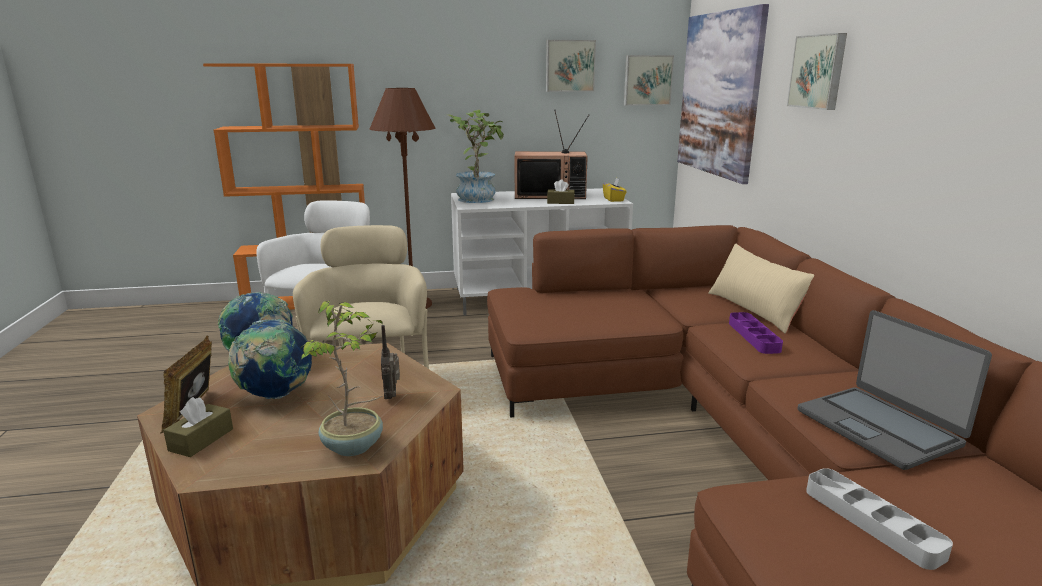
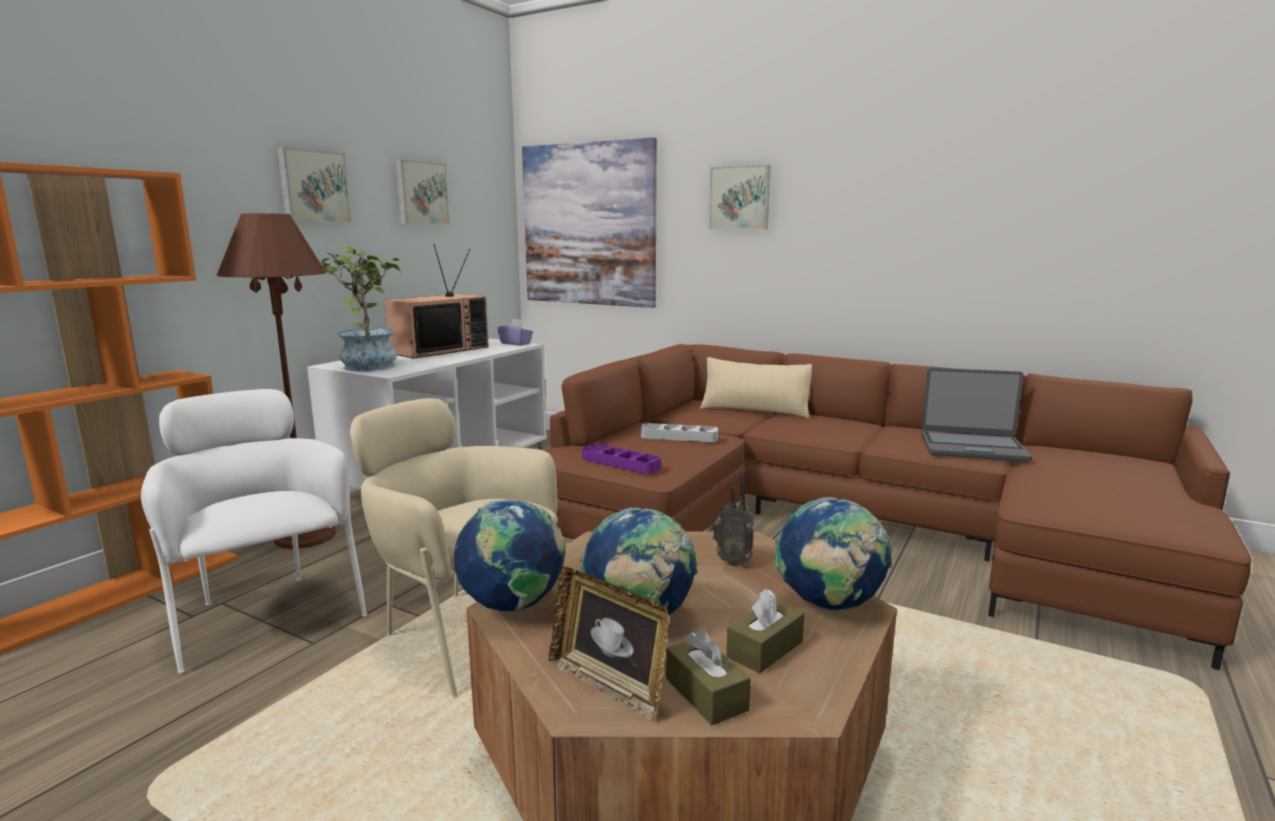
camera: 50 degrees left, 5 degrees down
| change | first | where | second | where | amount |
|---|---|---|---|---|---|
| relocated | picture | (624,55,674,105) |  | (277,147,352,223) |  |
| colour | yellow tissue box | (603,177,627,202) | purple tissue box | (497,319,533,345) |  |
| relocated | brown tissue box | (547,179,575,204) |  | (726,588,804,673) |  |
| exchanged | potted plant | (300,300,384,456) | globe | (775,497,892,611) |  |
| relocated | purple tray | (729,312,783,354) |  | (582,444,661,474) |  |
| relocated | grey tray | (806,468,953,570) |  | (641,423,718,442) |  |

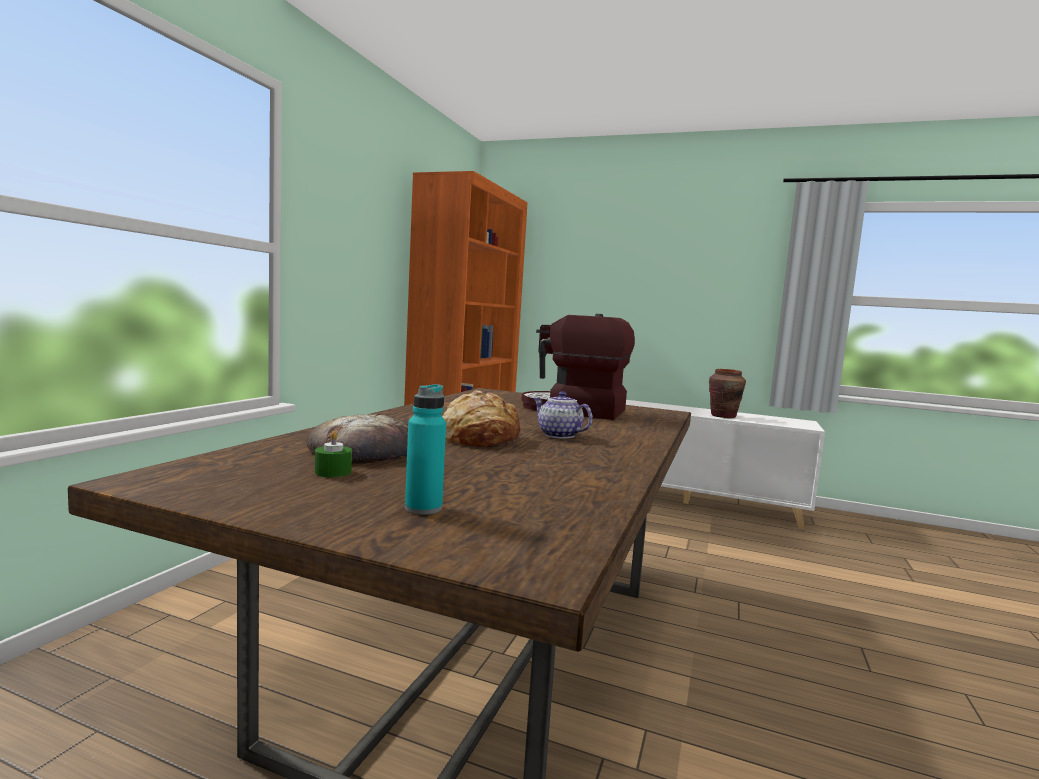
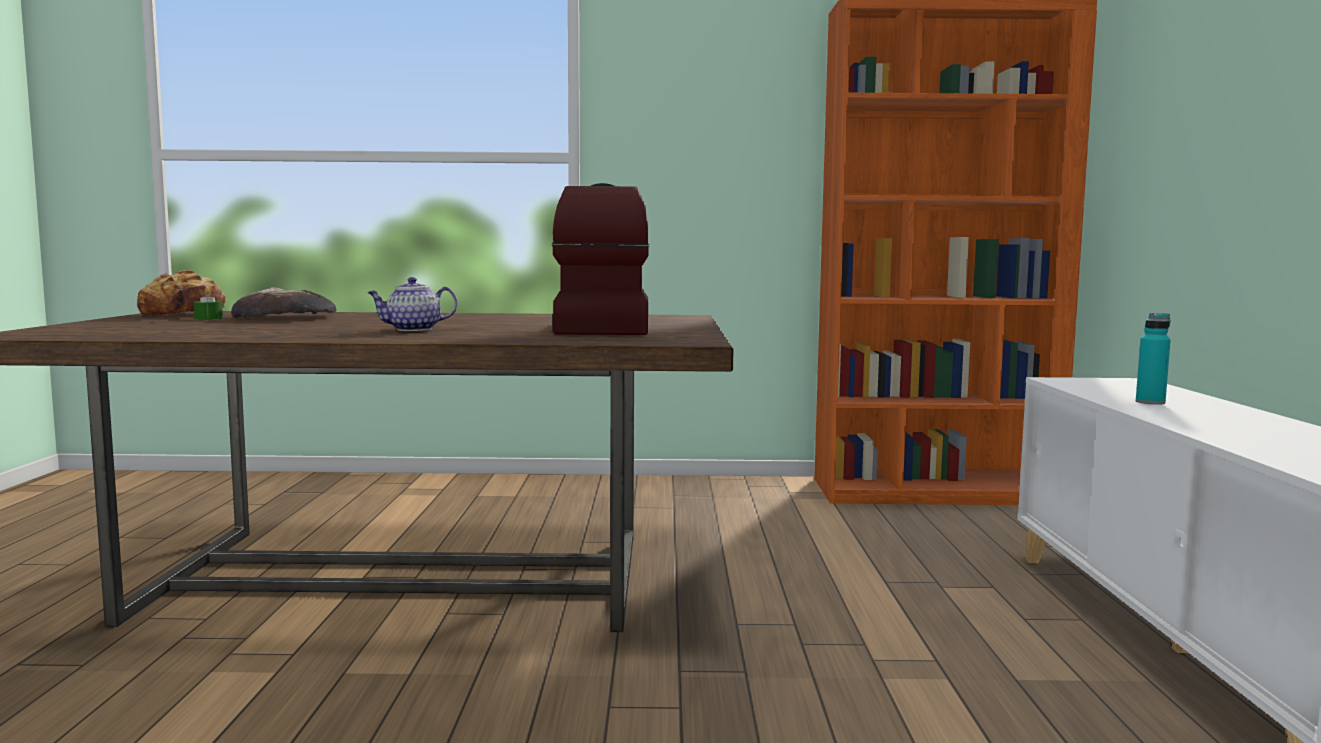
camera: 70 degrees right, 0 degrees up
| change | first | where | second | where | amount |
|---|---|---|---|---|---|
| missing | brown vase | (709,369,746,418) |  |  |  |
| relocated | turquoise bottle | (405,384,446,514) |  | (1136,313,1171,405) |  |
| relocated | bread | (442,390,520,447) |  | (137,270,225,317) |  |
| spun | teapot | (533,391,593,438) |  | (367,277,458,331) | 135 degrees counterclockwise |

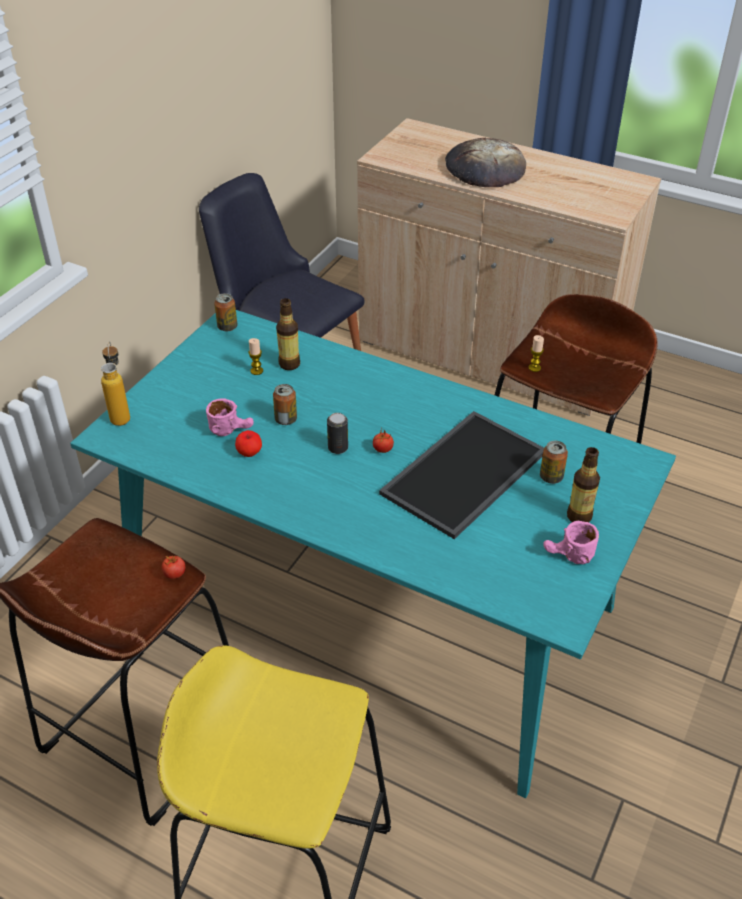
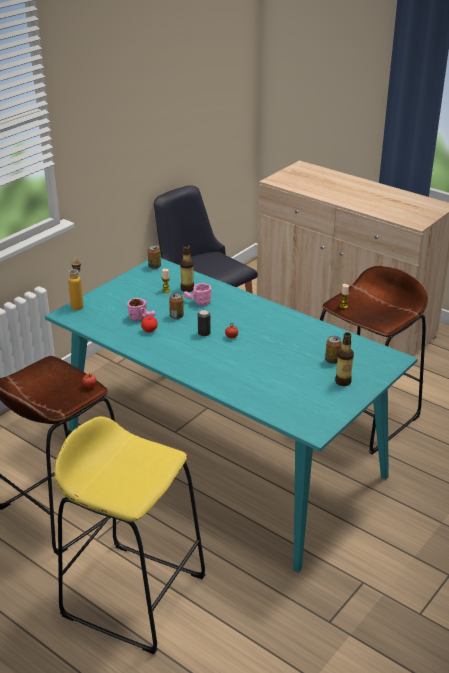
camera: 10 degrees right, 10 degrees down
| change | first | where | second | where | amount |
|---|---|---|---|---|---|
| missing | bread | (445,138,526,187) |  |  |  |
| missing | tray | (379,411,544,539) |  |  |  |
| relocated | pink mug | (543,521,599,564) |  | (184,283,211,306) |  |

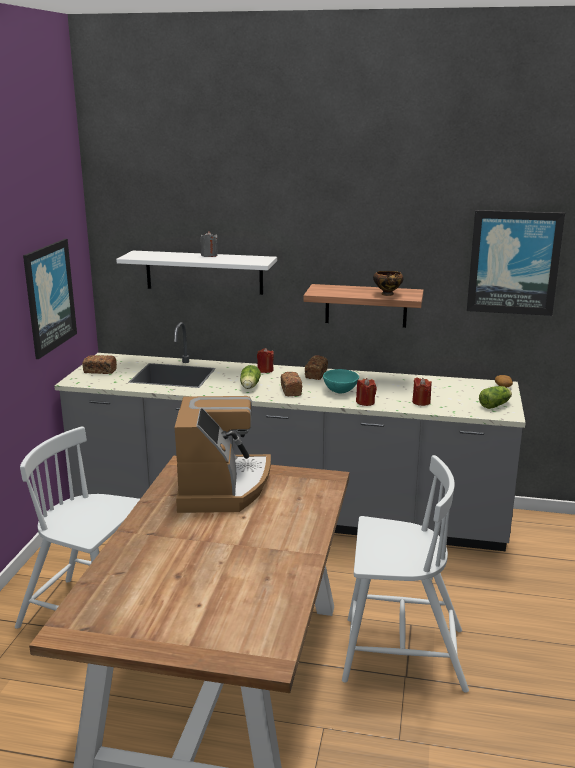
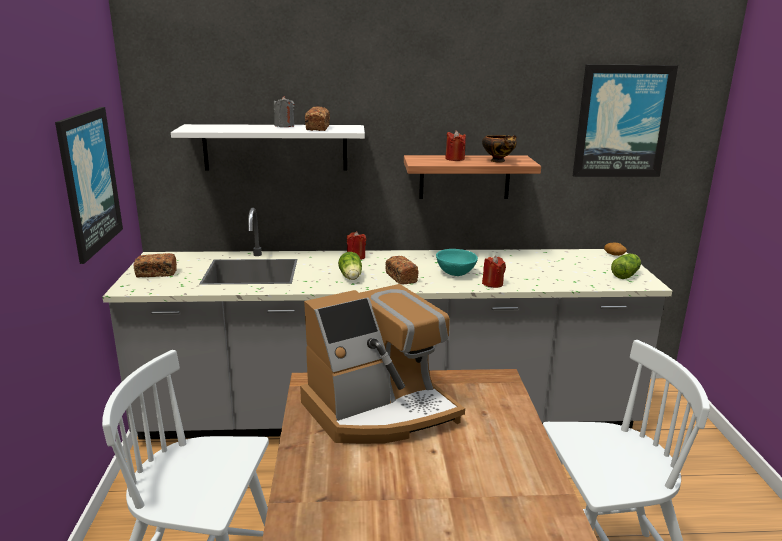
camera: 15 degrees left, 0 degrees up
| change | first | where | second | where | amount |
|---|---|---|---|---|---|
| relocated | bread | (305,355,328,380) |  | (305,106,330,131) |  |
| relocated | red candle | (412,377,432,406) |  | (445,130,466,161) |  |
| spun | coffee machine | (174,396,271,513) |  | (300,284,465,444) | 75 degrees clockwise |

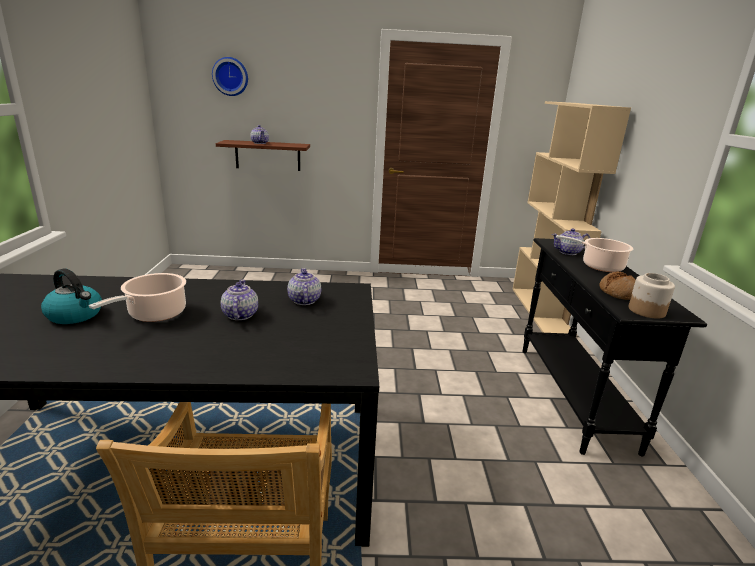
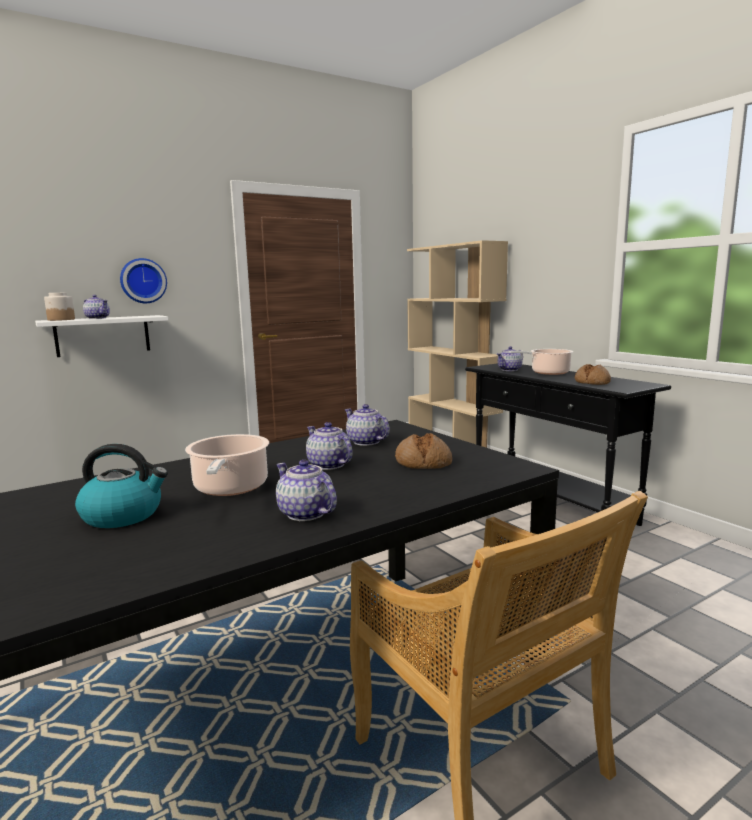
camera: 30 degrees left, 10 degrees down
| change | first | where | second | where | amount |
|---|---|---|---|---|---|
| relocated | wall clock | (212,57,248,96) |  | (120,258,167,303) |  |
| colour | brown shelf | (216,140,310,171) | white shelf | (35,315,168,357) |  |
| relocated | jar | (628,273,675,318) |  | (44,293,75,321) |  |
| appeared |  |  | bread | (395,433,452,469) |  |
| appeared |  |  | teapot | (276,460,337,521) |  |

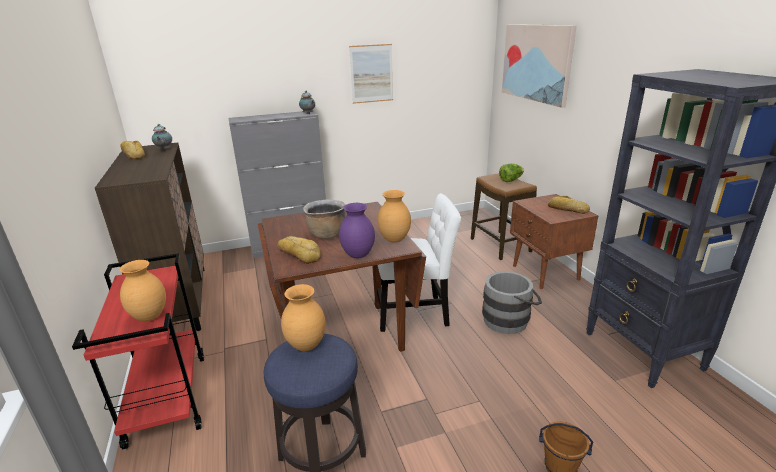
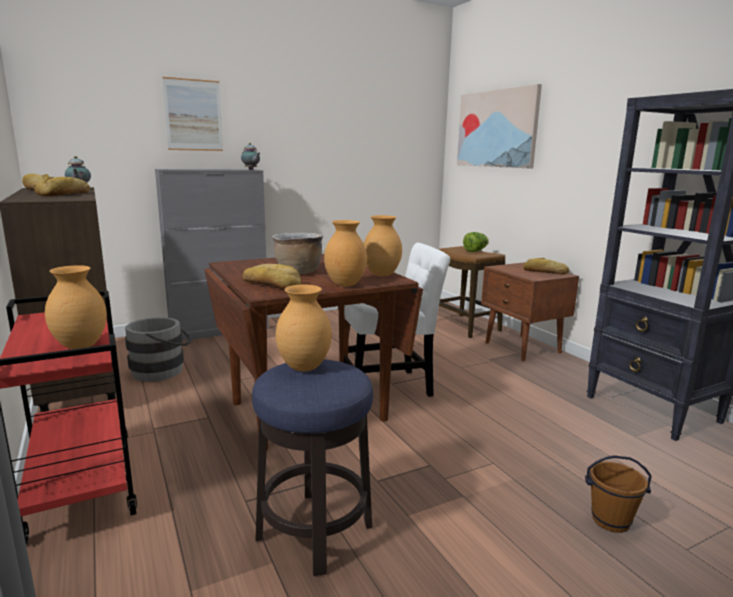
camera: 10 degrees left, 10 degrees down
| change | first | where | second | where | amount |
|---|---|---|---|---|---|
| relocated | picture | (349,44,393,104) |  | (162,77,223,151) |  |
| colour | purple vase | (339,203,375,258) | brown vase | (324,220,367,286) |  |
| relocated | grey bucket | (482,271,542,334) |  | (125,317,192,382) |  |
| appeared |  |  | bread | (35,177,90,197) |  |

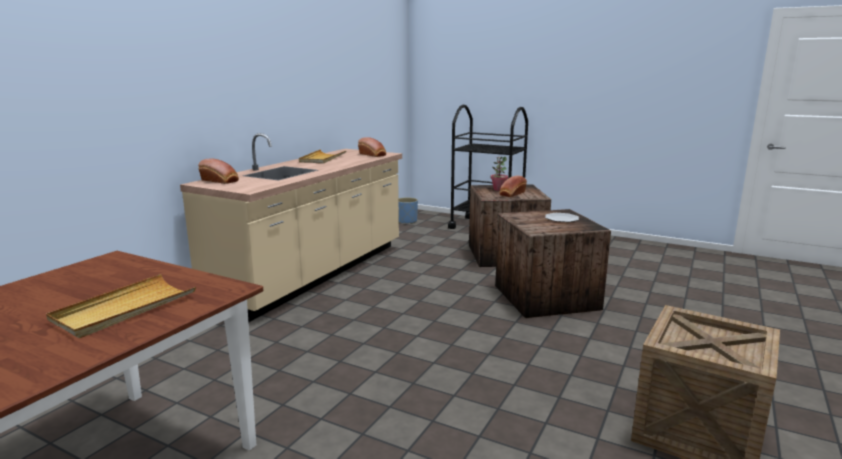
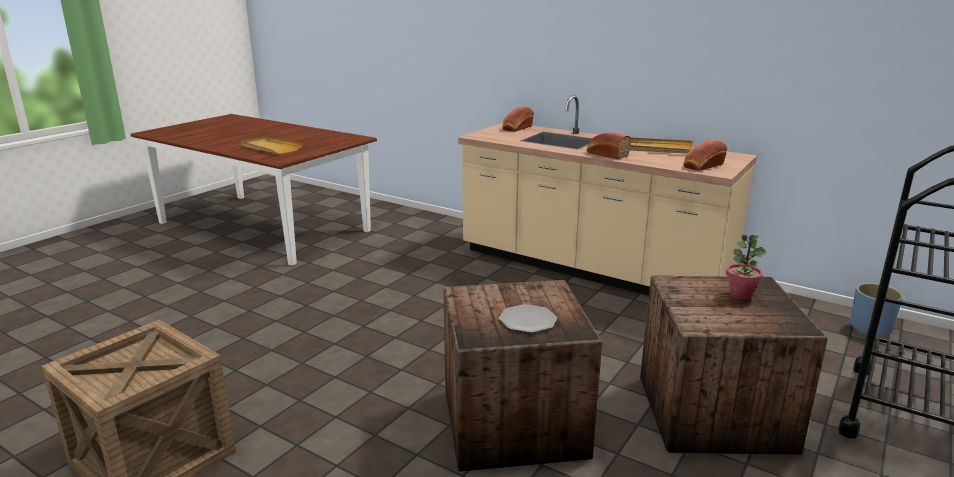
camera: 95 degrees right, 5 degrees up
| change | first | where | second | where | amount |
|---|---|---|---|---|---|
| relocated | bread | (500,176,527,197) |  | (587,132,631,159) |  |

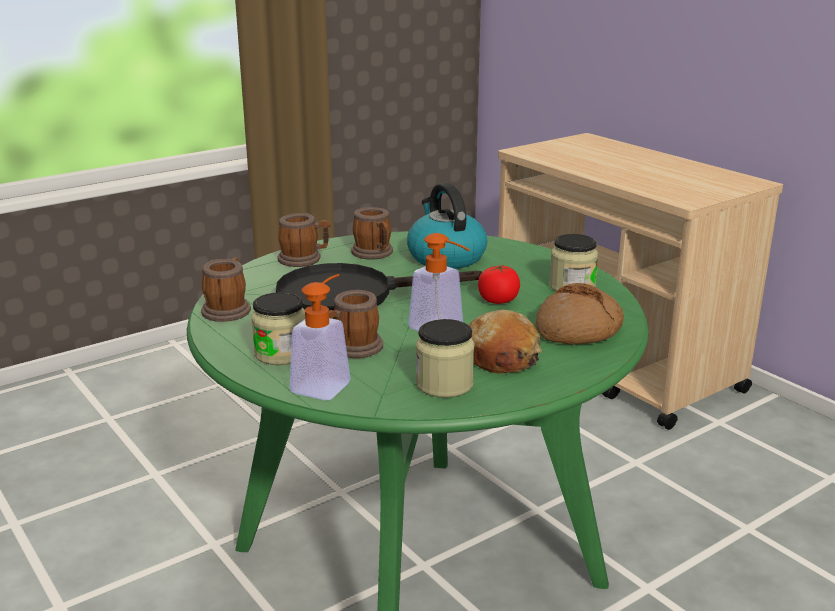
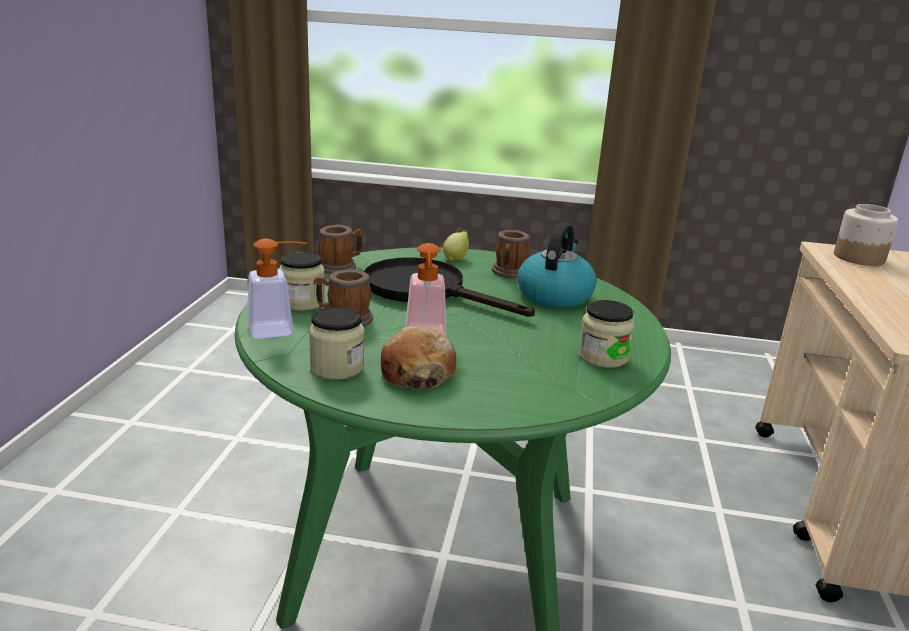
camera: 45 degrees right, 0 degrees up
| change | first | where | second | where | amount |
|---|---|---|---|---|---|
| exchanged | mug | (277,213,330,267) | lemon | (443,231,469,261) |  |
| missing | tomato | (478,265,520,304) |  |  |  |
| missing | bread | (535,283,624,344) |  |  |  |
| appeared |  |  | jar | (834,204,898,266) |  |

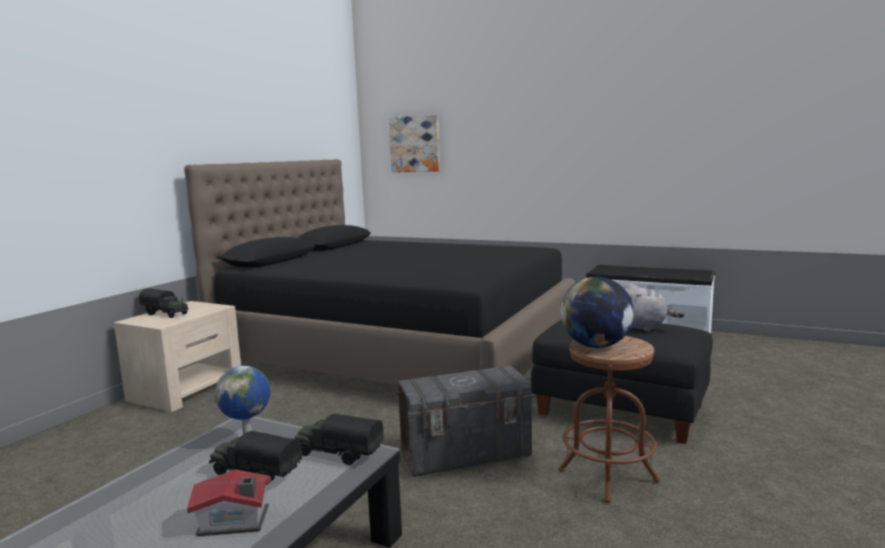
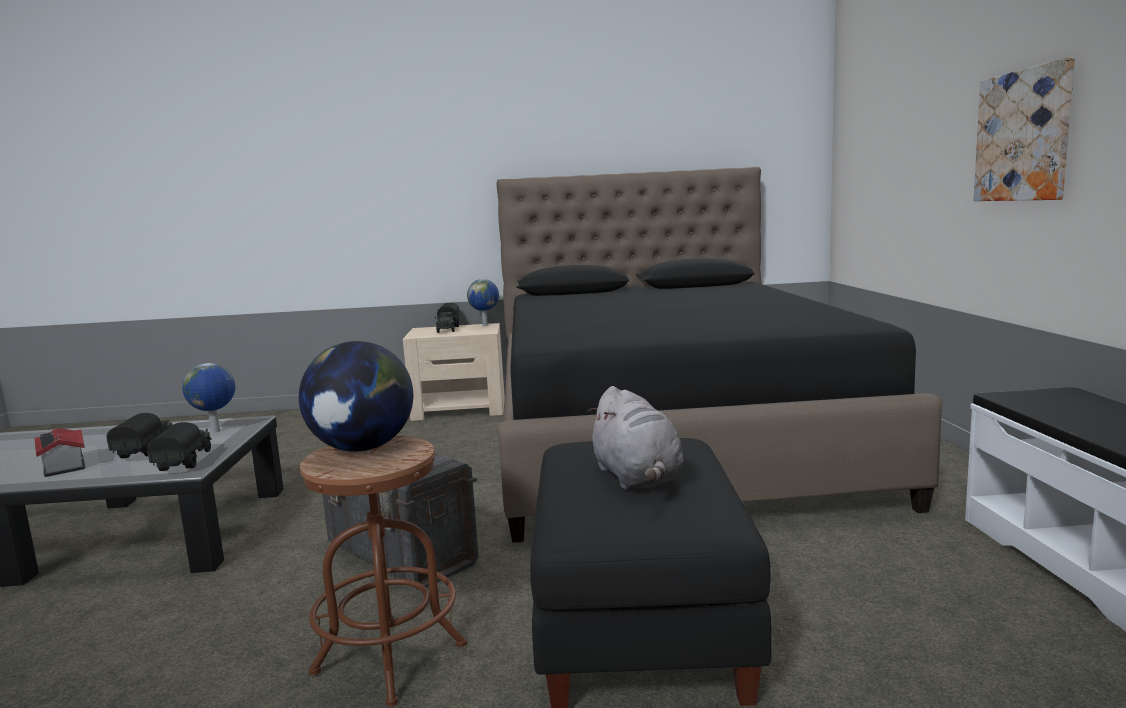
camera: 60 degrees right, 0 degrees up
| change | first | where | second | where | amount |
|---|---|---|---|---|---|
| relocated | picture | (389,114,440,172) |  | (974,57,1075,201) |  |
| appeared |  |  | globe | (467,279,499,326) |  |

